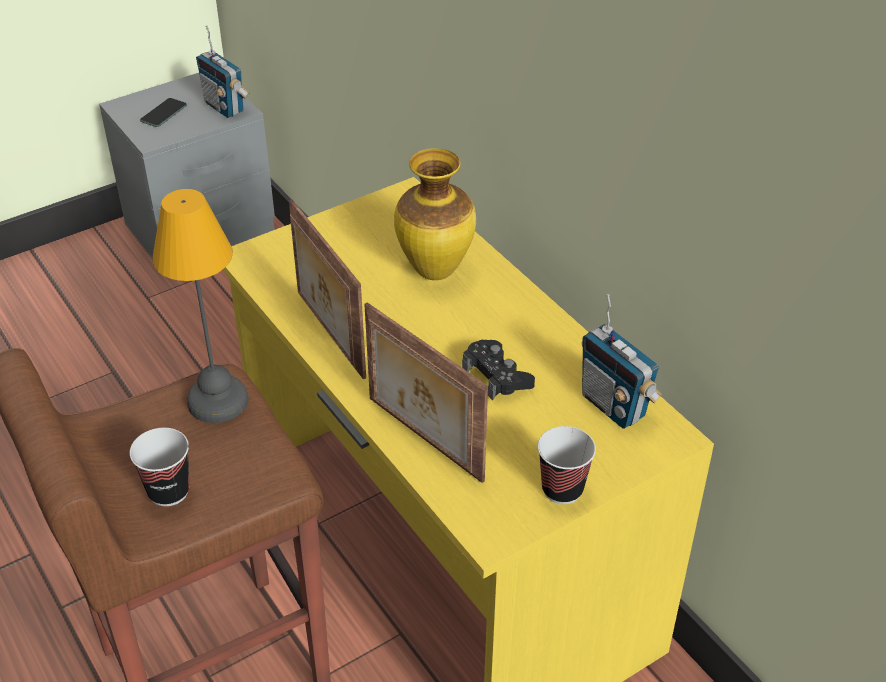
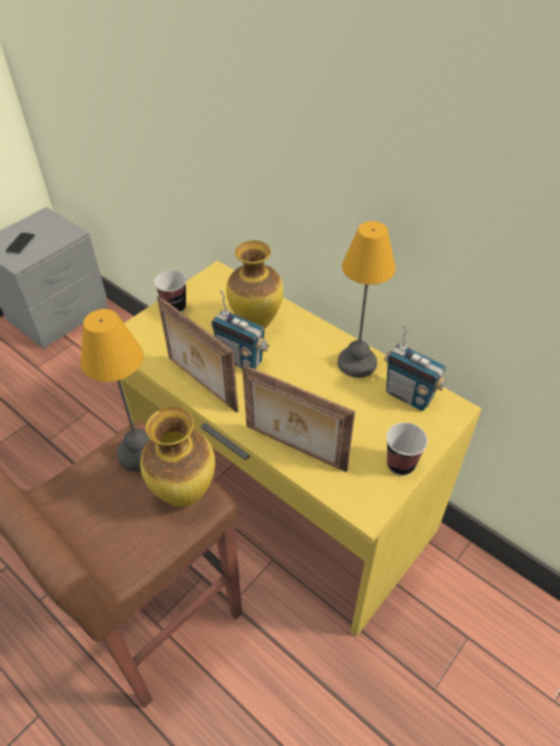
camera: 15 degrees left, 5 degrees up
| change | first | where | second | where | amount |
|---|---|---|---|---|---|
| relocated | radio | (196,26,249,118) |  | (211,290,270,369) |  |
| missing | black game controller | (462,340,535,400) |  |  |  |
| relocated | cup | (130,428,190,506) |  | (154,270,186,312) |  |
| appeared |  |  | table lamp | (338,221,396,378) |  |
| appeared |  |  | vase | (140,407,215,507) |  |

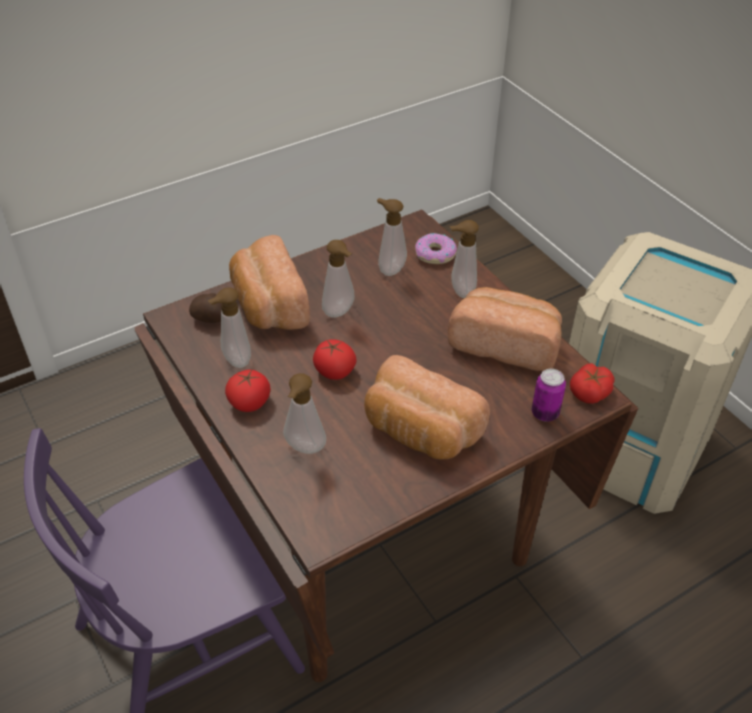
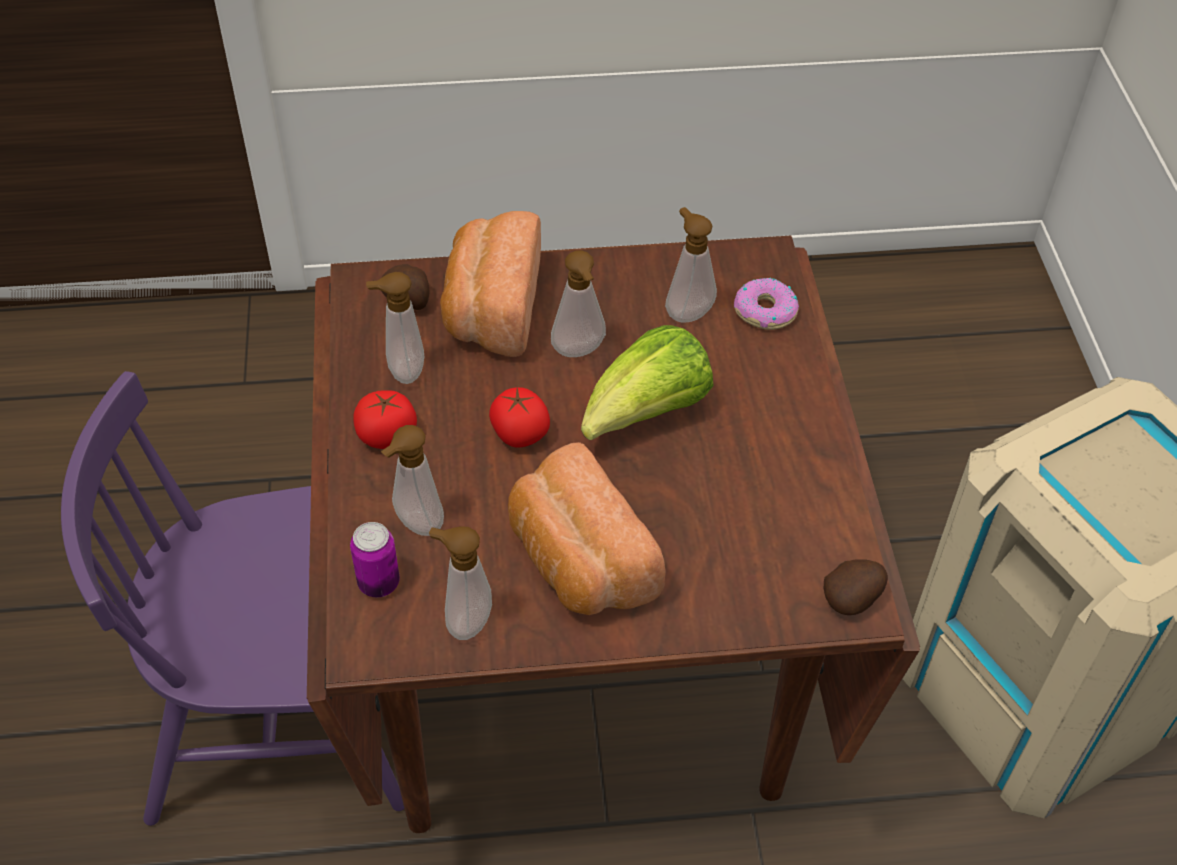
camera: 25 degrees right, 5 degrees up
| change | first | where | second | where | amount |
|---|---|---|---|---|---|
| relocated | soap dispenser | (450,220,479,298) |  | (429,526,492,640) |  |
| missing | bread | (447,287,562,371) |  |  |  |
| exchanged | tomato | (570,363,615,404) | potato | (824,559,888,615) |  |
| relocated | can | (532,369,566,422) |  | (350,522,400,597) |  |
| appeared |  |  | lettuce | (581,325,714,440) |  |

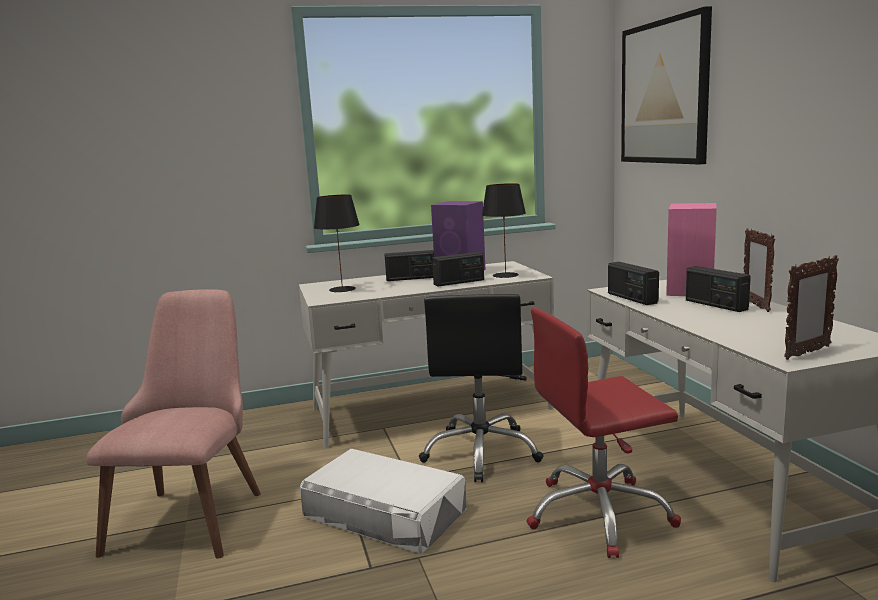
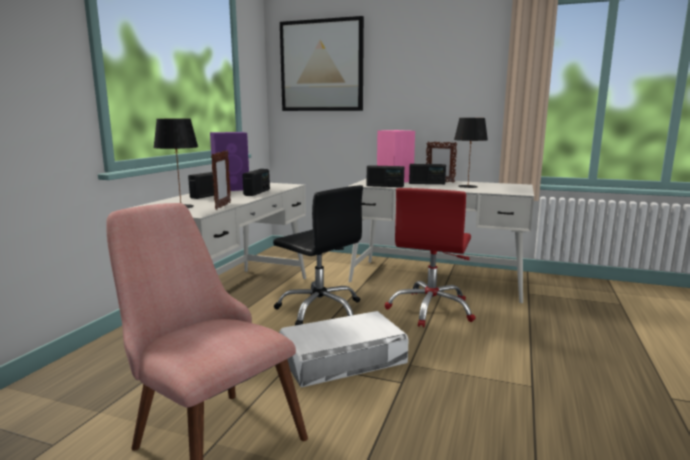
camera: 55 degrees left, 0 degrees up
| change | first | where | second | where | amount |
|---|---|---|---|---|---|
| relocated | black table lamp | (482,183,526,278) |  | (454,118,488,188) |  |
| relocated | picture frame | (784,255,839,360) |  | (211,150,231,210) |  |

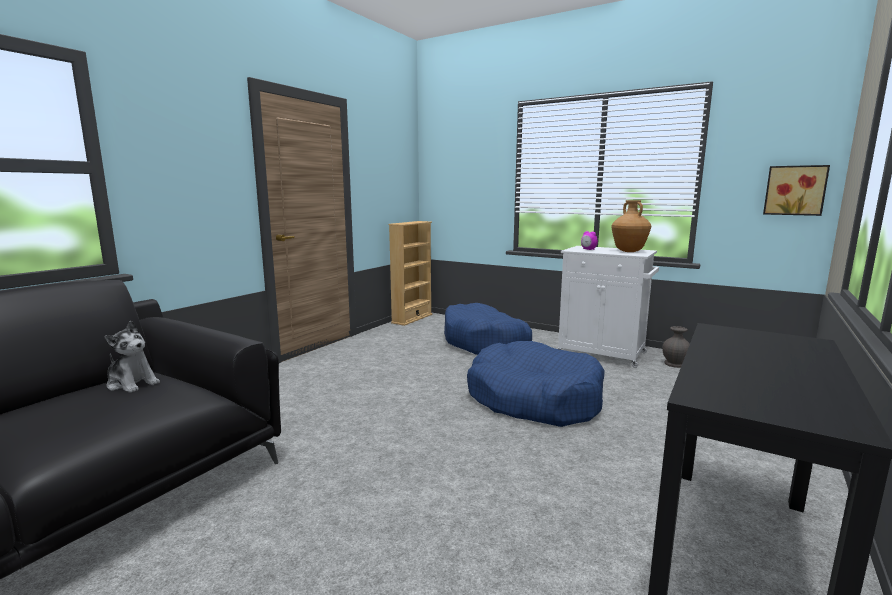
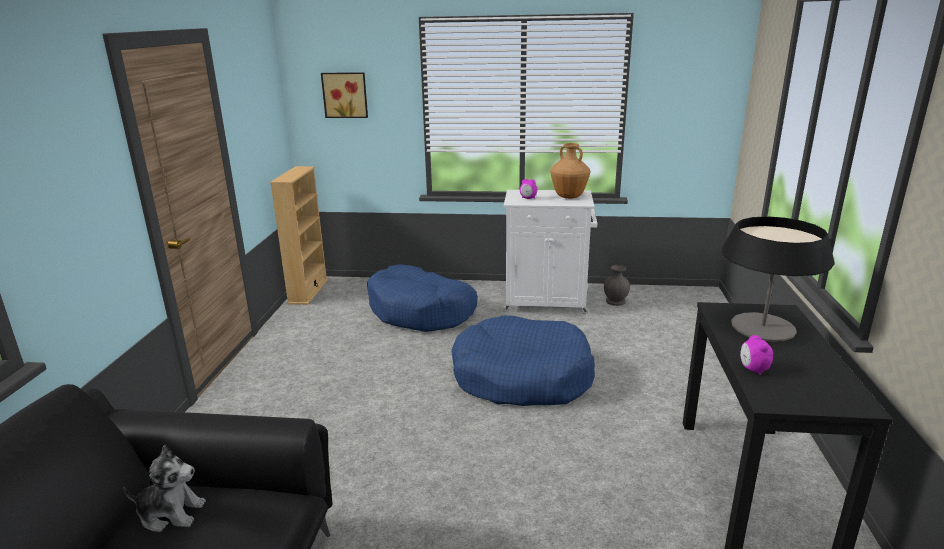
camera: 25 degrees left, 10 degrees up
| change | first | where | second | where | amount |
|---|---|---|---|---|---|
| relocated | picture | (763,165,830,216) |  | (321,72,368,118) |  |
| appeared |  |  | table lamp | (722,216,835,342) |  |
| appeared |  |  | alarm clock | (740,335,773,375) |  |

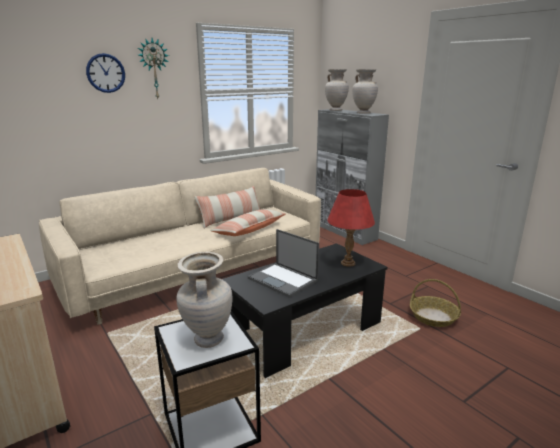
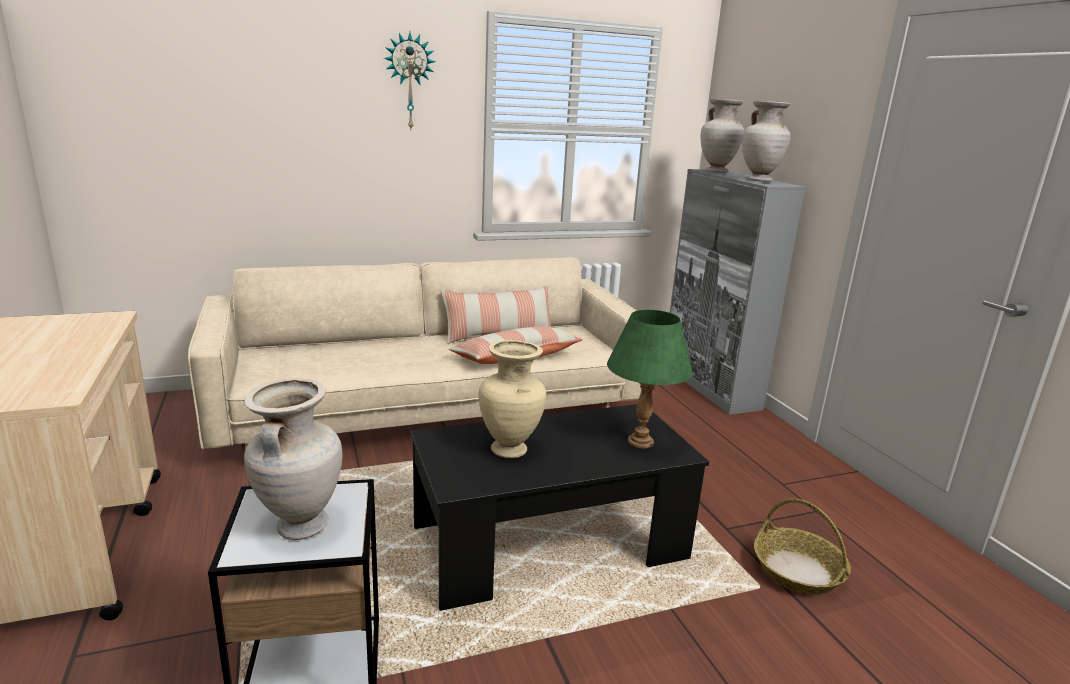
camera: 15 degrees right, 0 degrees up
| change | first | where | second | where | amount |
|---|---|---|---|---|---|
| missing | wall clock | (86,53,125,93) |  |  |  |
| colour | red table lamp | (327,189,375,267) | green table lamp | (607,310,693,448) |  |
| exchanged | laptop | (248,229,319,298) | beige vase | (479,340,546,458) |  |

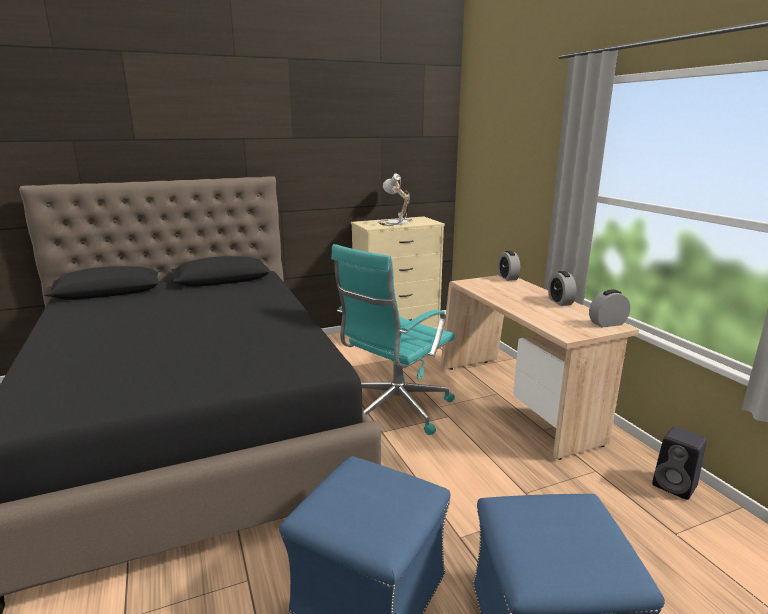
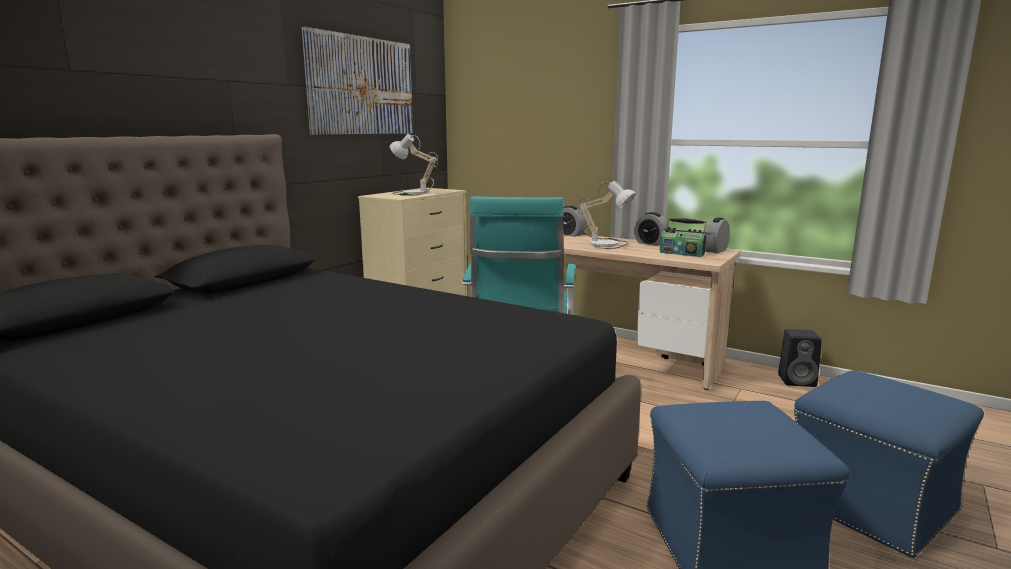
camera: 35 degrees left, 5 degrees down
| change | first | where | second | where | amount |
|---|---|---|---|---|---|
| appeared |  |  | picture | (302,27,413,135) |  |
| appeared |  |  | table lamp | (578,181,636,249) |  |
| appeared |  |  | radio | (660,218,707,257) |  |

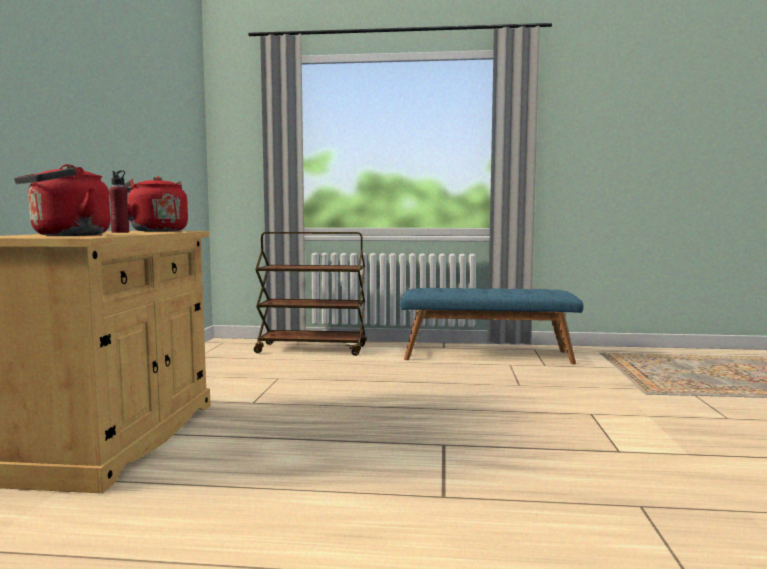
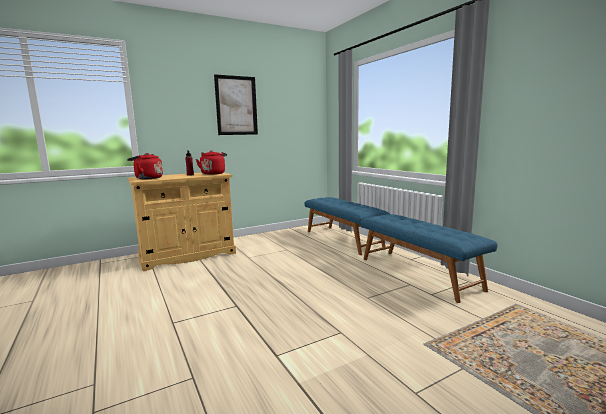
camera: 55 degrees right, 5 degrees up
| change | first | where | second | where | amount |
|---|---|---|---|---|---|
| exchanged | brown cart | (254,232,367,356) | blue bench | (305,197,390,255) |  |
| appeared |  |  | picture | (214,74,258,135) |  |

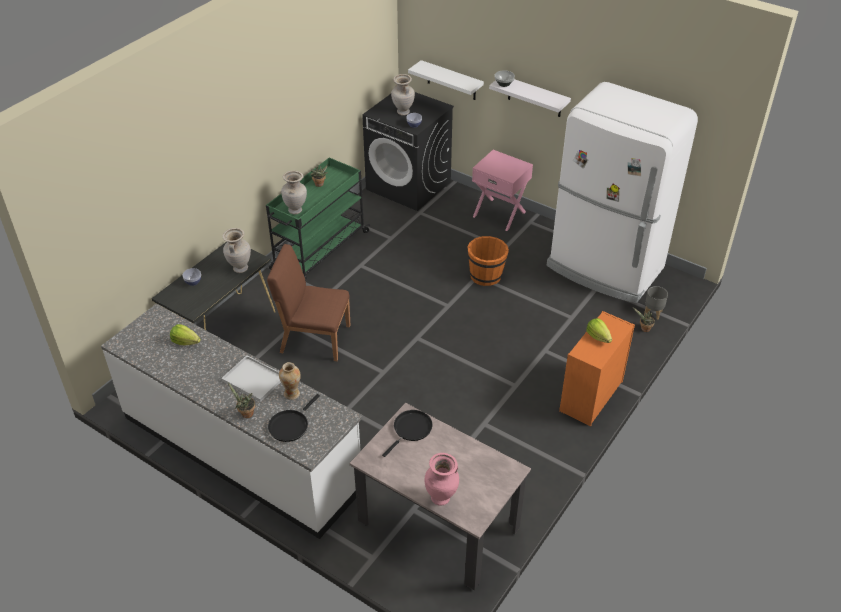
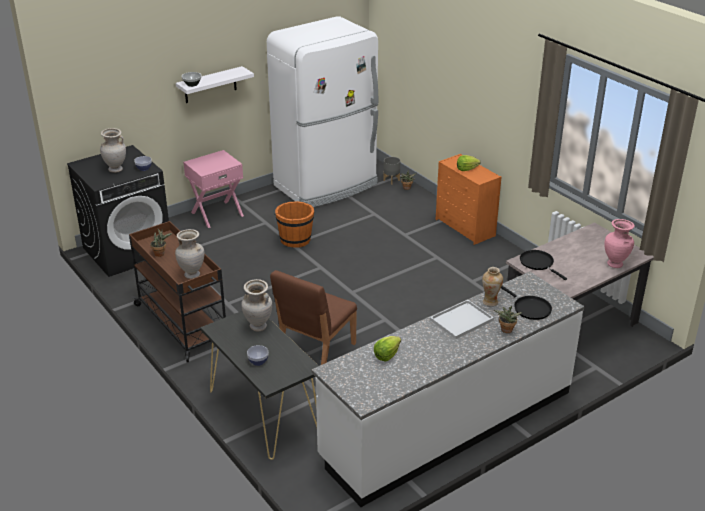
camera: 70 degrees left, 10 degrees down
| change | first | where | second | where | amount |
|---|---|---|---|---|---|
| missing | white shelf | (408,60,484,100) |  |  |  |
| colour | green cart | (266,158,370,281) | brown cart | (129,221,226,362) |  |

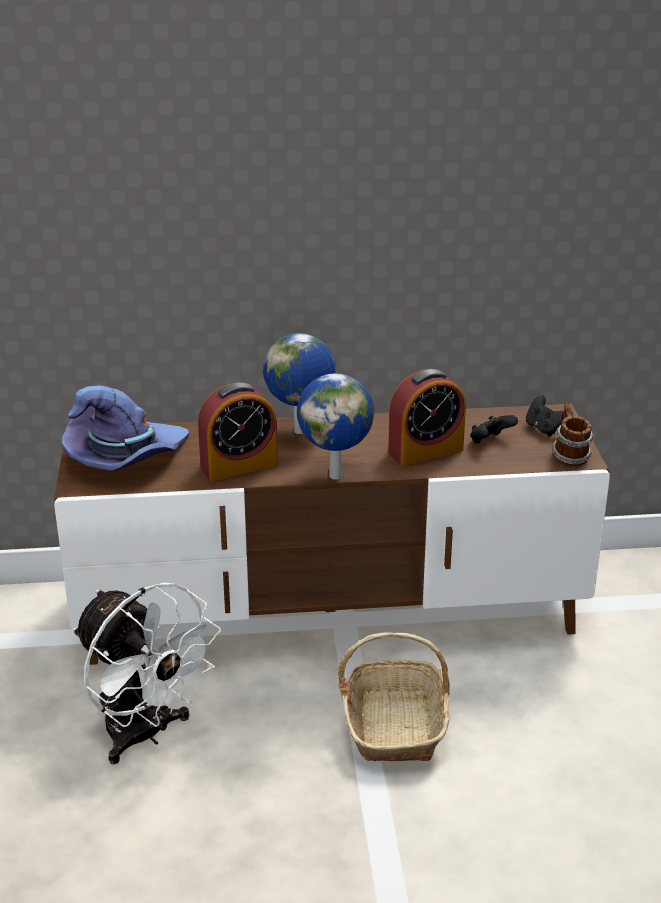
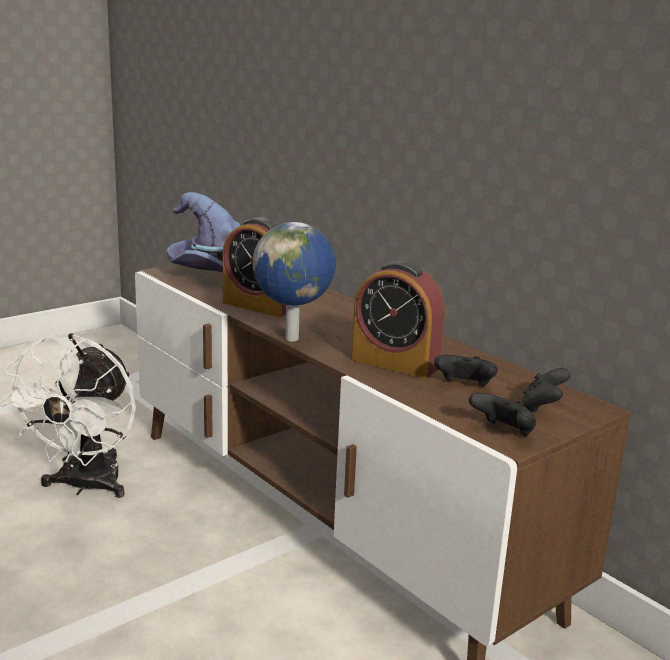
camera: 55 degrees right, 10 degrees down
| change | first | where | second | where | amount |
|---|---|---|---|---|---|
| missing | globe | (263,333,336,434) |  |  |  |
| exchanged | mug | (552,404,594,467) | black game controller | (469,392,536,436) |  |
| missing | basket | (338,632,450,761) |  |  |  |

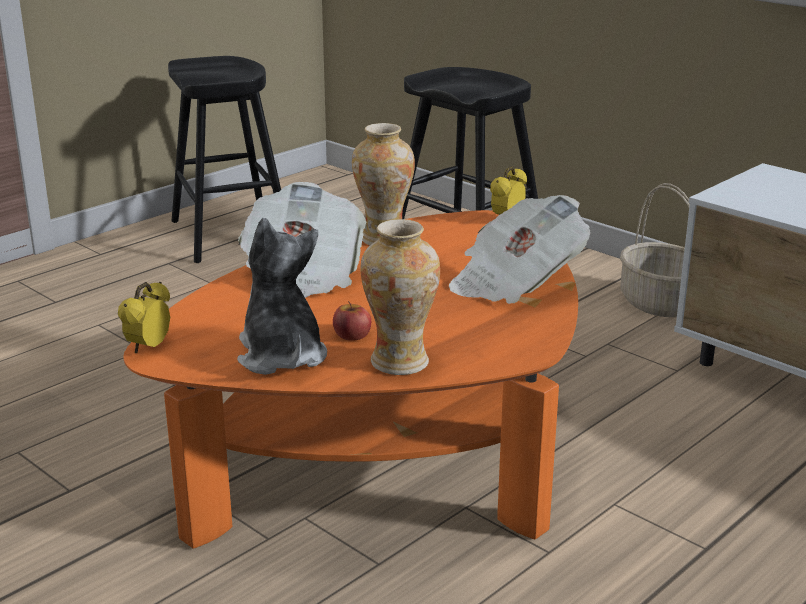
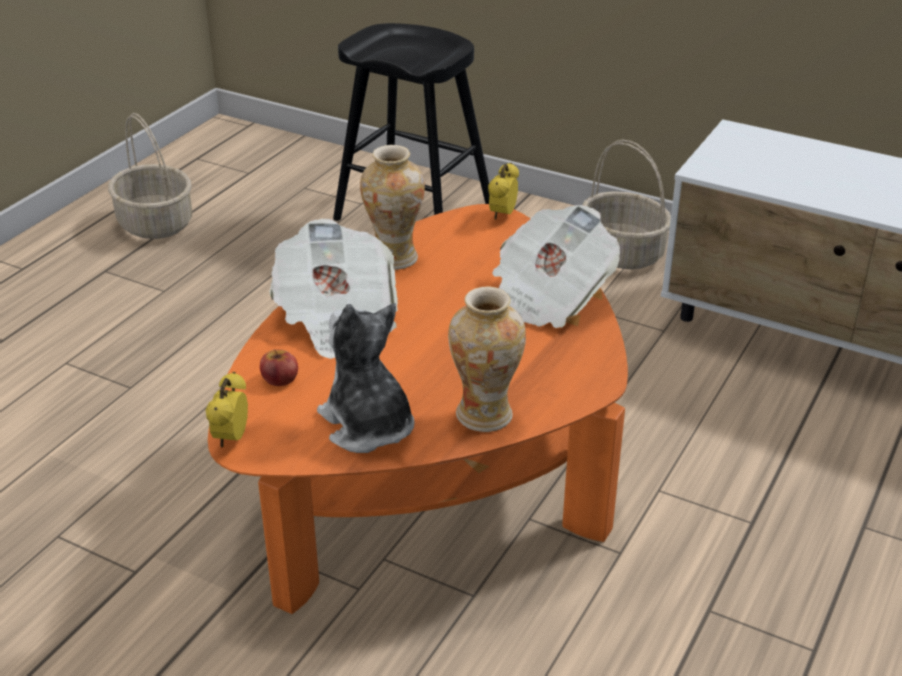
camera: 15 degrees left, 10 degrees up
| change | first | where | second | where | amount |
|---|---|---|---|---|---|
| exchanged | black stool | (168,56,281,263) | basket | (108,113,192,239) |  |
| relocated | apple | (333,301,371,341) |  | (260,349,298,386) |  |

